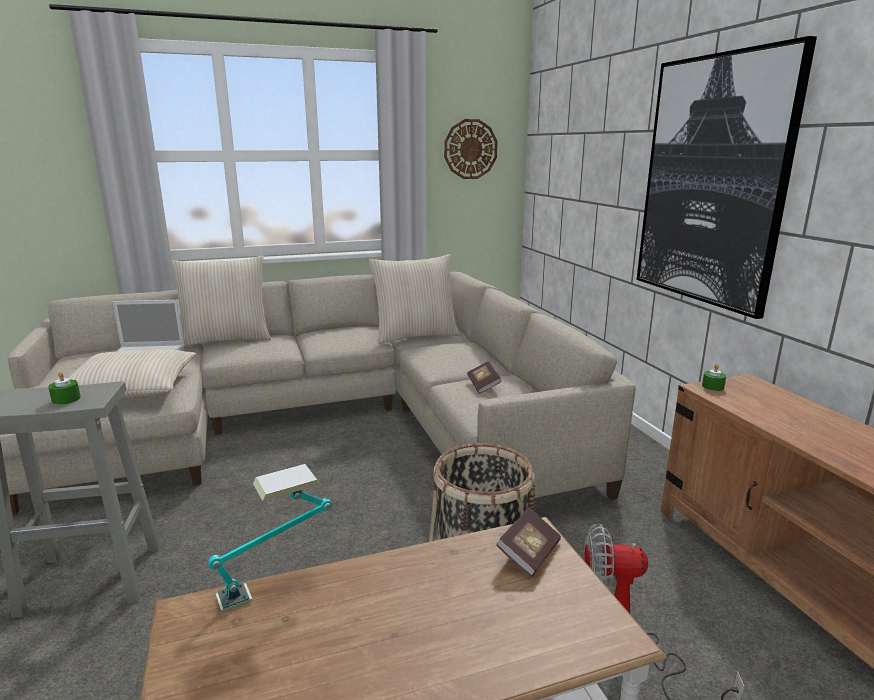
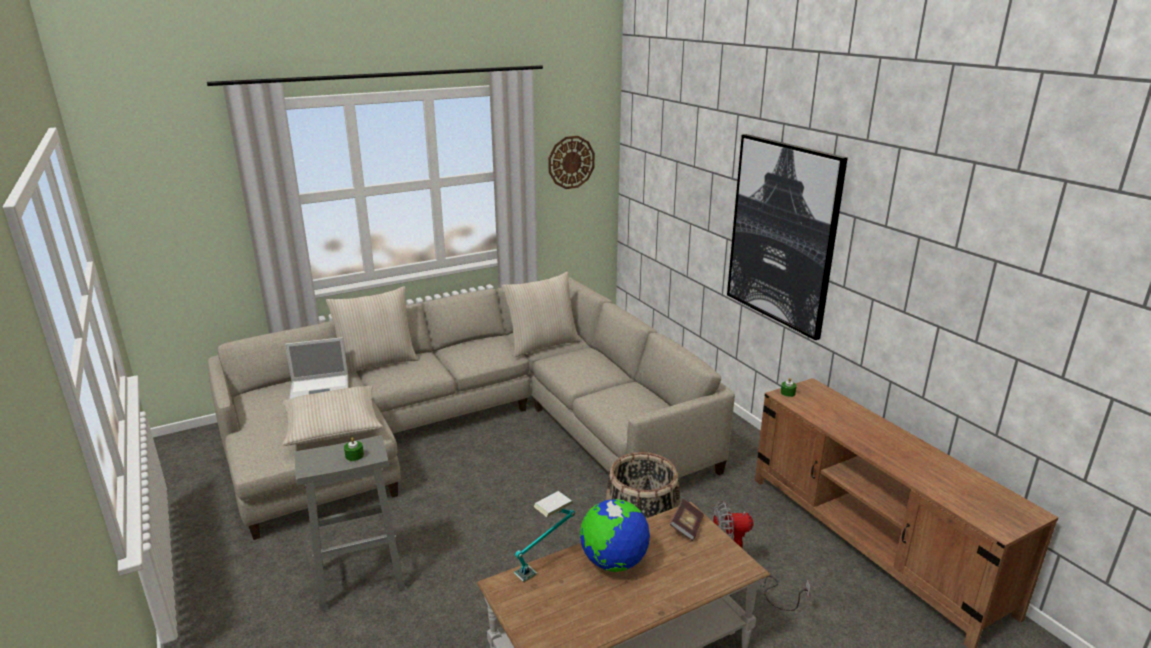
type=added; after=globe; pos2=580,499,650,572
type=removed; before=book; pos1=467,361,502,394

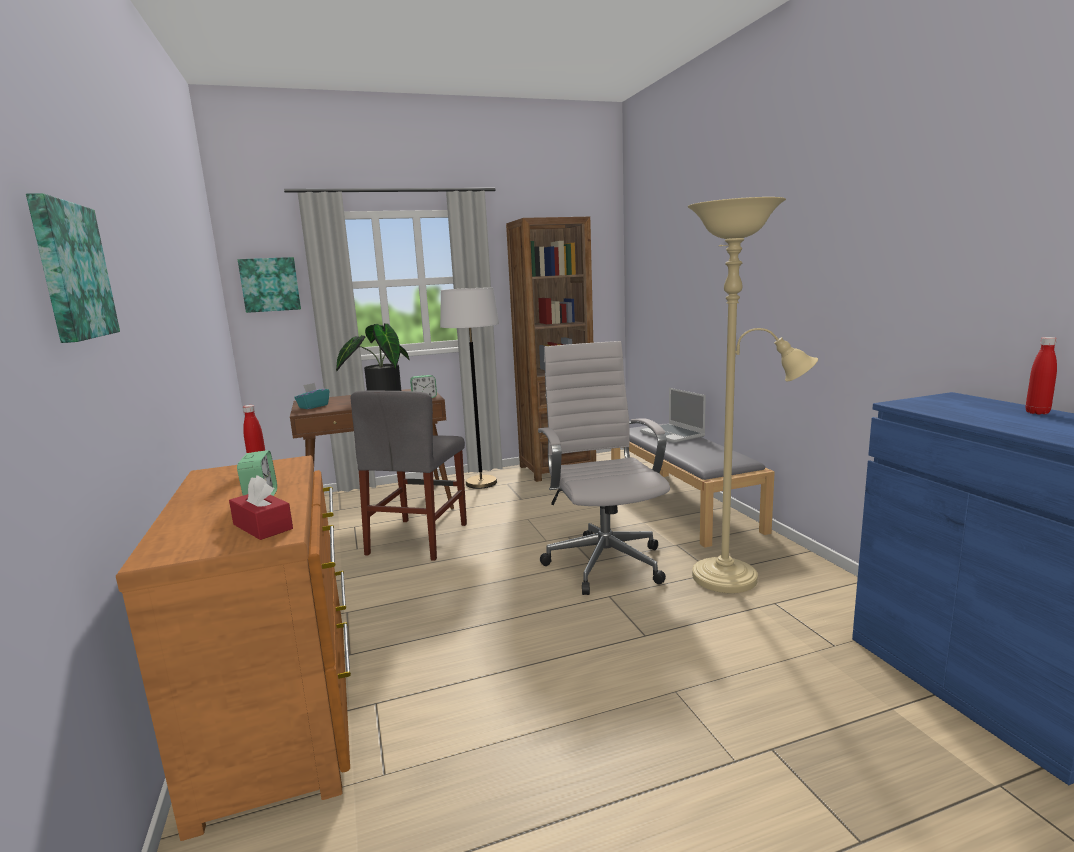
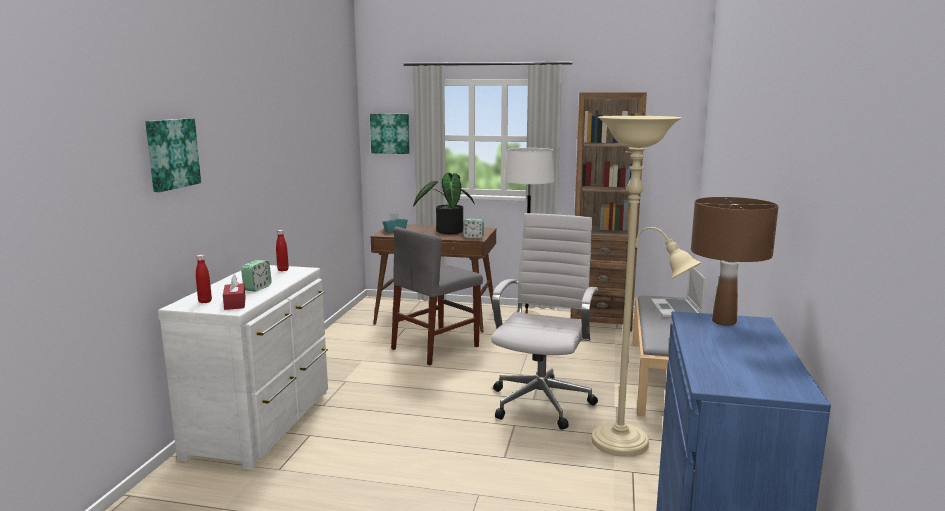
type=recoloured; before=brown dresser; after=white dresser; pos1=116,455,351,841; pos2=158,265,328,470
type=moved; before=red bottle; pos1=1026,337,1057,414; pos2=196,255,212,303
type=added; after=brown table lamp; pos2=691,197,779,325

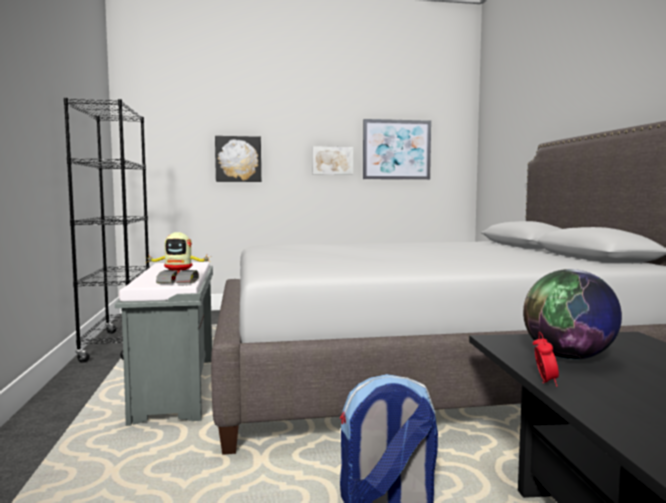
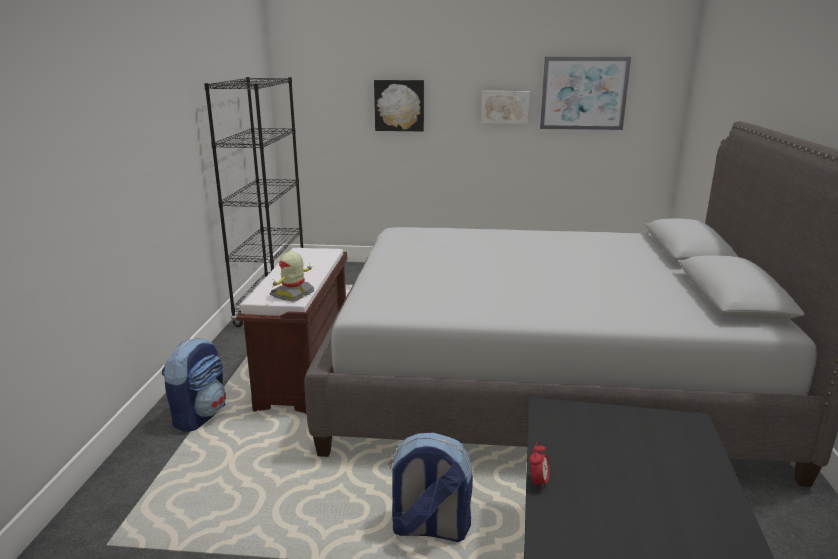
type=added; after=backpack; pos2=162,338,226,432
type=recoloured; before=grey bench; after=brown bench; pos1=115,262,213,426; pos2=236,248,347,414
type=turned; before=toy robot; pos1=146,232,210,283; pos2=270,251,315,302; turn=105
type=removed; before=globe; pos1=523,269,622,360

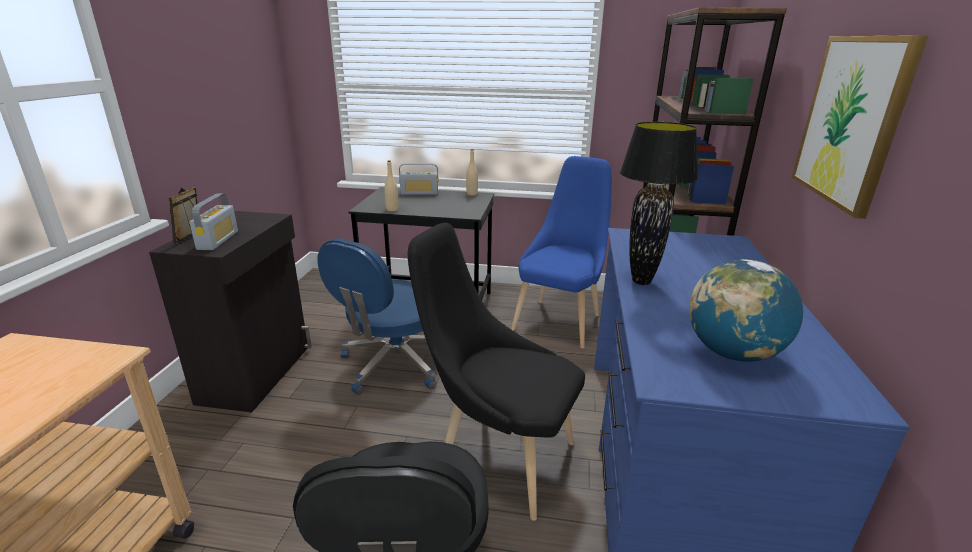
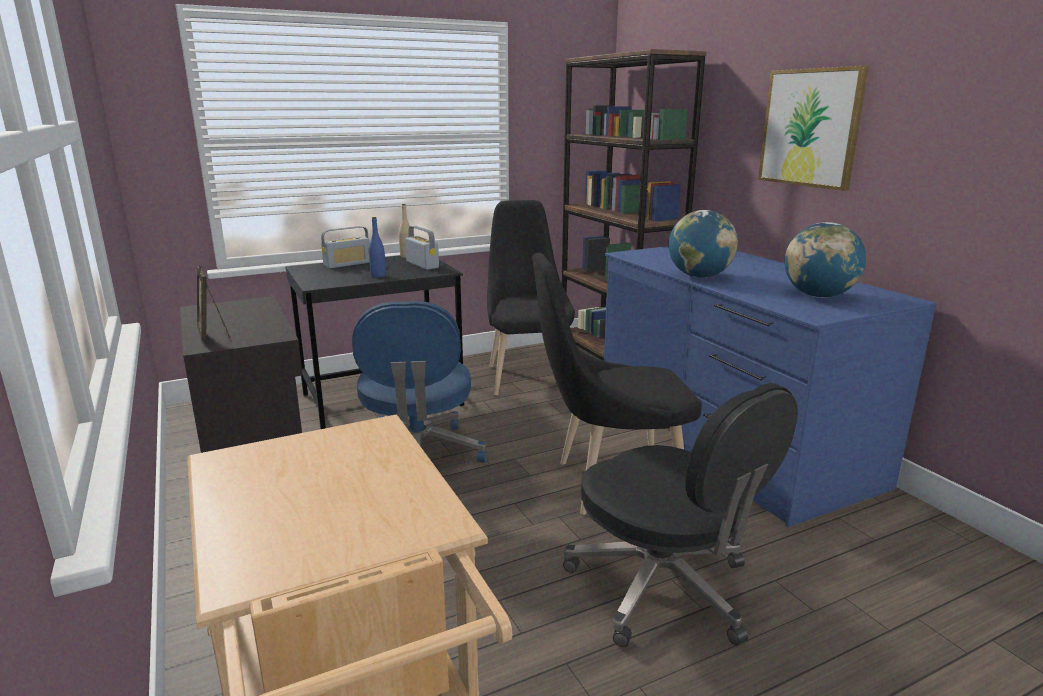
type=added; after=blue bottle; pos2=369,217,386,277
type=moved; before=radio; pos1=189,193,238,250; pos2=405,226,439,270
type=recoloured; before=blue chair; after=black chair; pos1=511,156,612,349; pos2=487,200,575,396
type=replaced; before=black table lamp; after=globe; pos1=620,122,698,285; pos2=669,210,738,278
type=removed; before=beige bottle; pos1=384,160,399,211

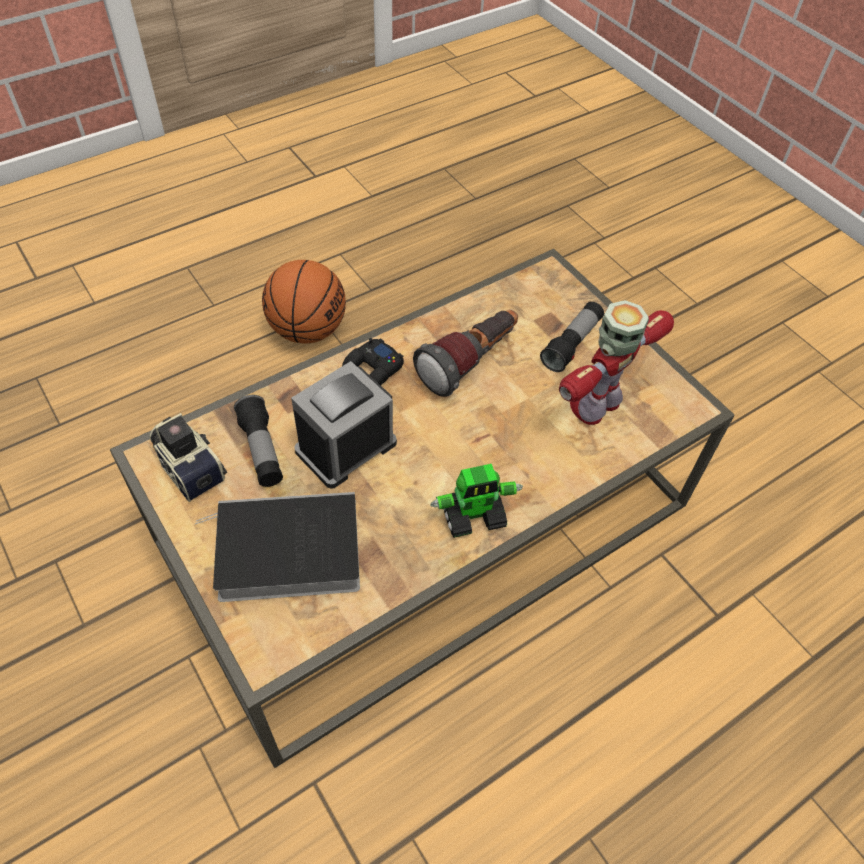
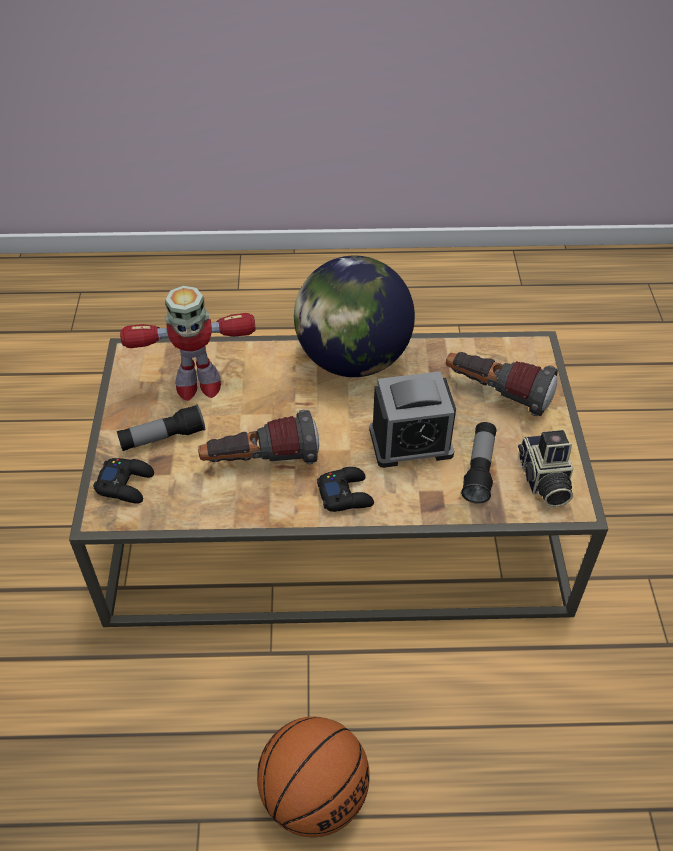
type=added; after=black game controller; pos2=93,458,154,504
type=replaced; before=toy robot; after=globe; pos1=430,464,523,538; pos2=294,256,415,377
type=replaced; before=book; after=flashlight; pos1=195,492,360,602; pos2=446,352,558,416

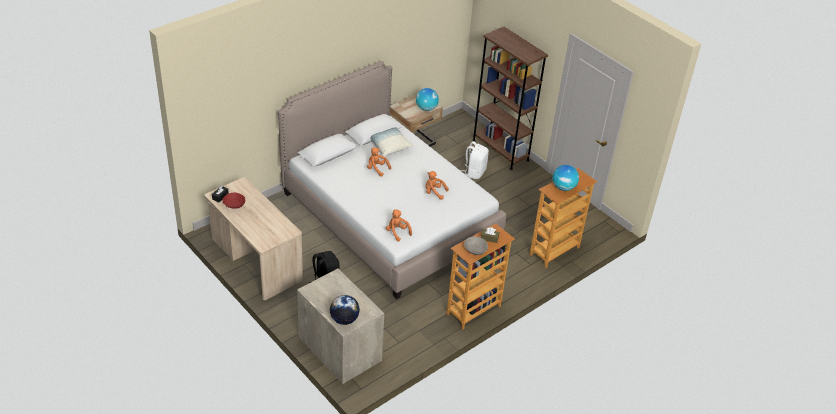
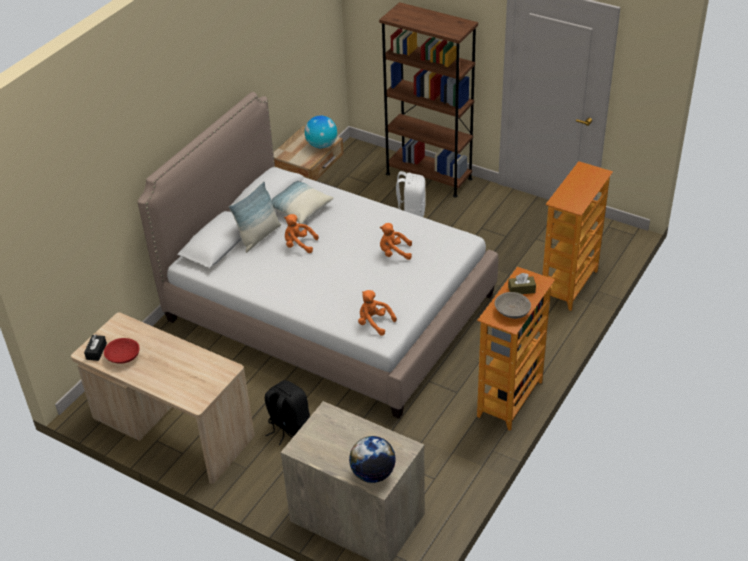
type=added; after=pillow; pos2=228,181,281,253
type=removed; before=globe; pos1=552,165,579,191

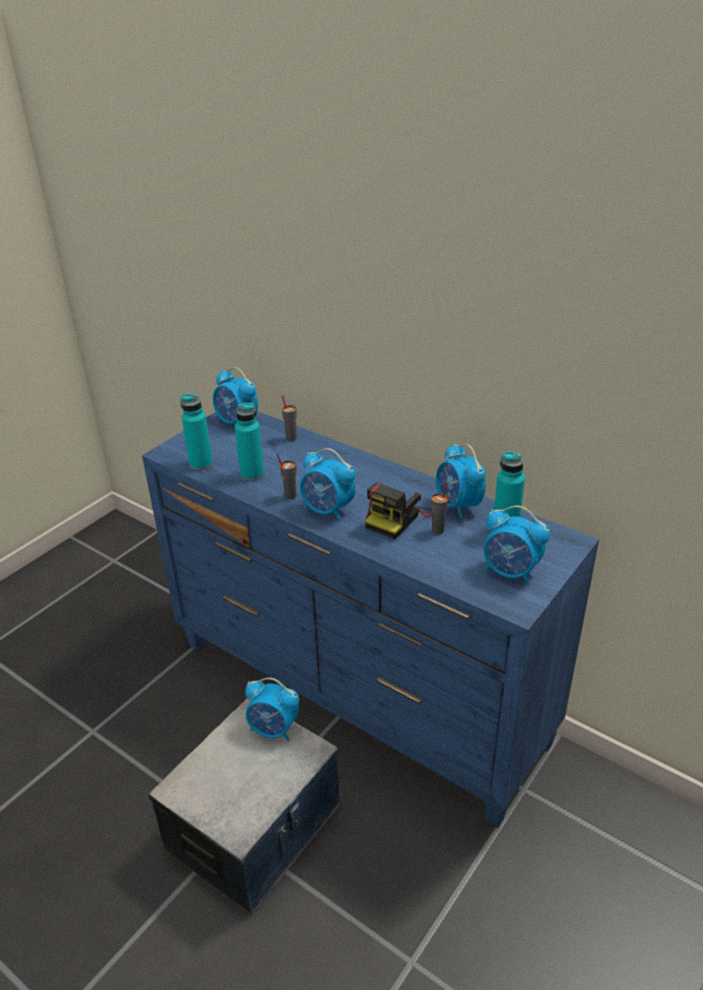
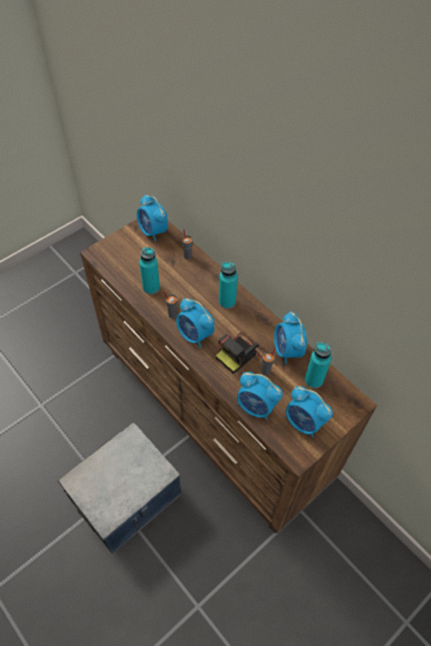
type=recoloured; before=blue dresser; after=brown dresser; pos1=142,411,599,828; pos2=80,219,377,533
type=moved; before=turquoise bottle; pos1=180,393,213,470; pos2=219,262,238,309
type=moved; before=alarm clock; pos1=245,677,299,741; pos2=237,372,283,420

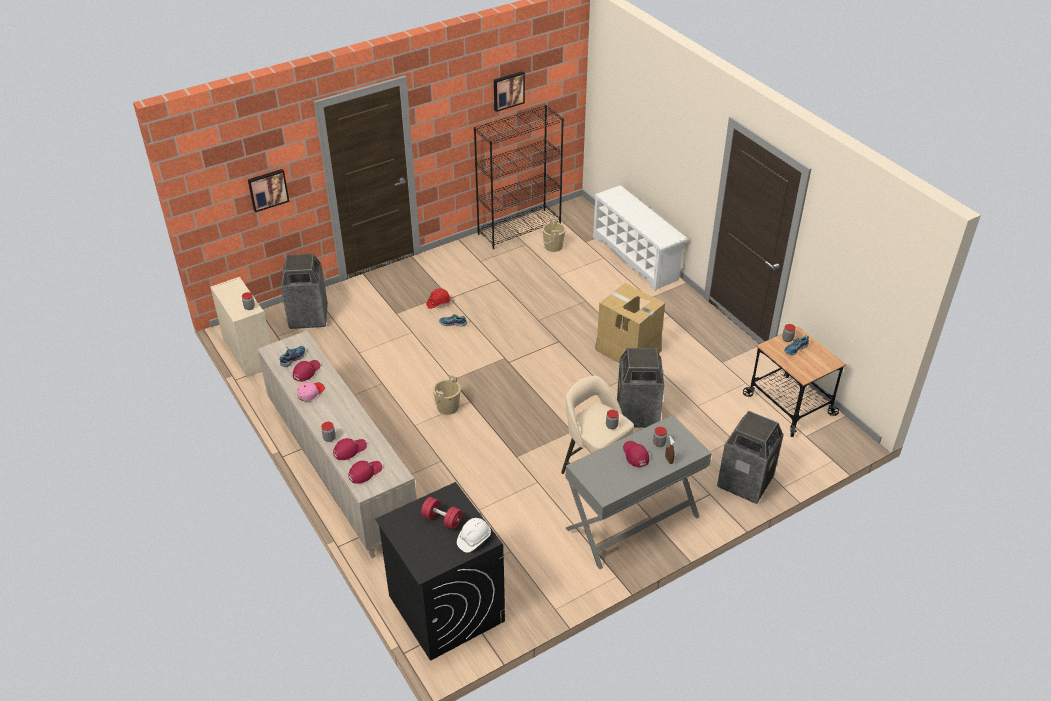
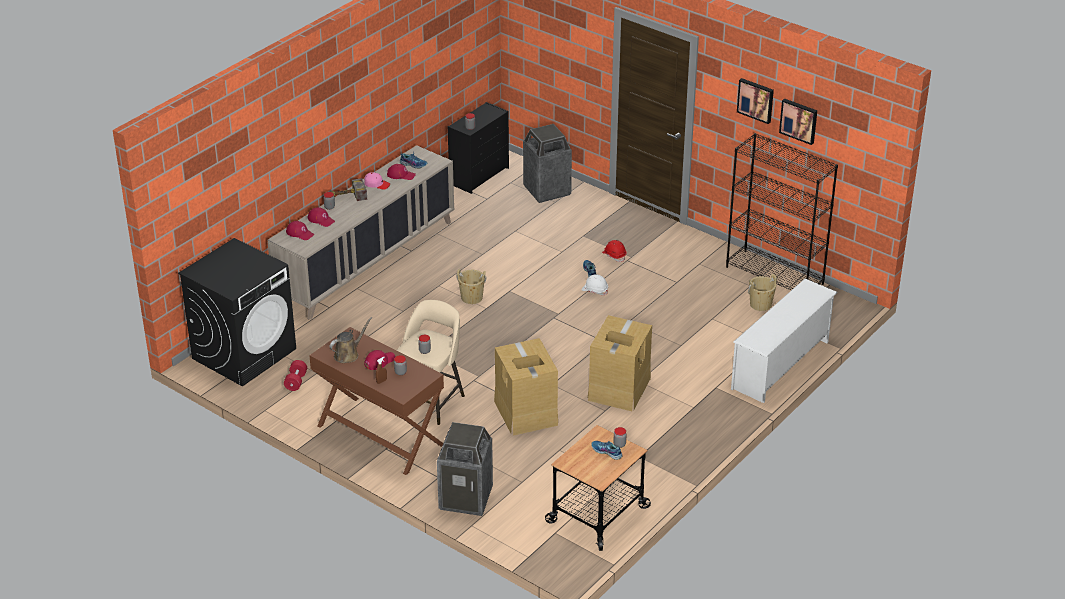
type=moved; before=red dumbbell; pos1=421,497,462,530; pos2=284,360,307,391
type=recoloured; before=grey desk; after=brown desk; pos1=565,415,712,569; pos2=309,327,444,475
type=added; after=hammer; pos2=330,178,367,201
type=added; after=brown watering can; pos2=330,317,372,363
type=recoloured; before=beige dresser; after=black dresser; pos1=210,277,271,378; pos2=448,102,509,194
type=replaced; before=trash can; after=cardboard box; pos1=617,348,664,428; pos2=494,338,558,436
type=moved; before=white hard hat; pos1=457,518,491,553; pos2=582,274,608,296
type=moved; before=picture; pos1=248,169,289,212; pos2=737,78,774,124

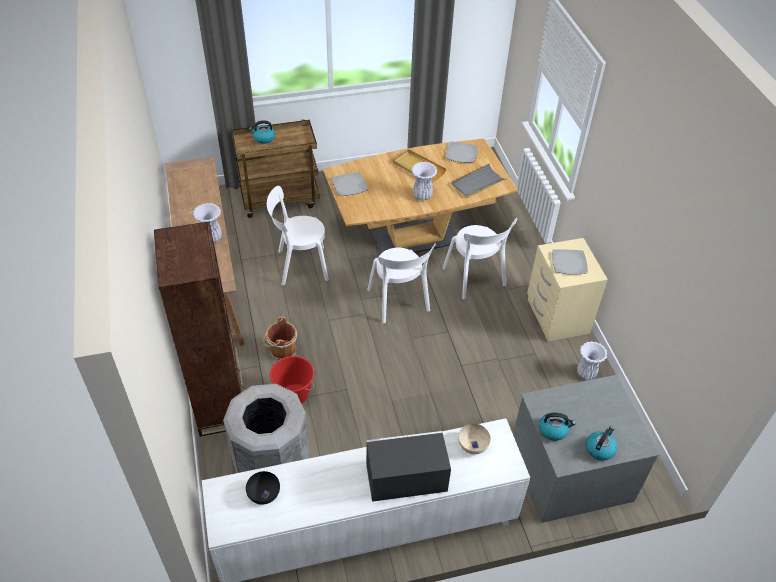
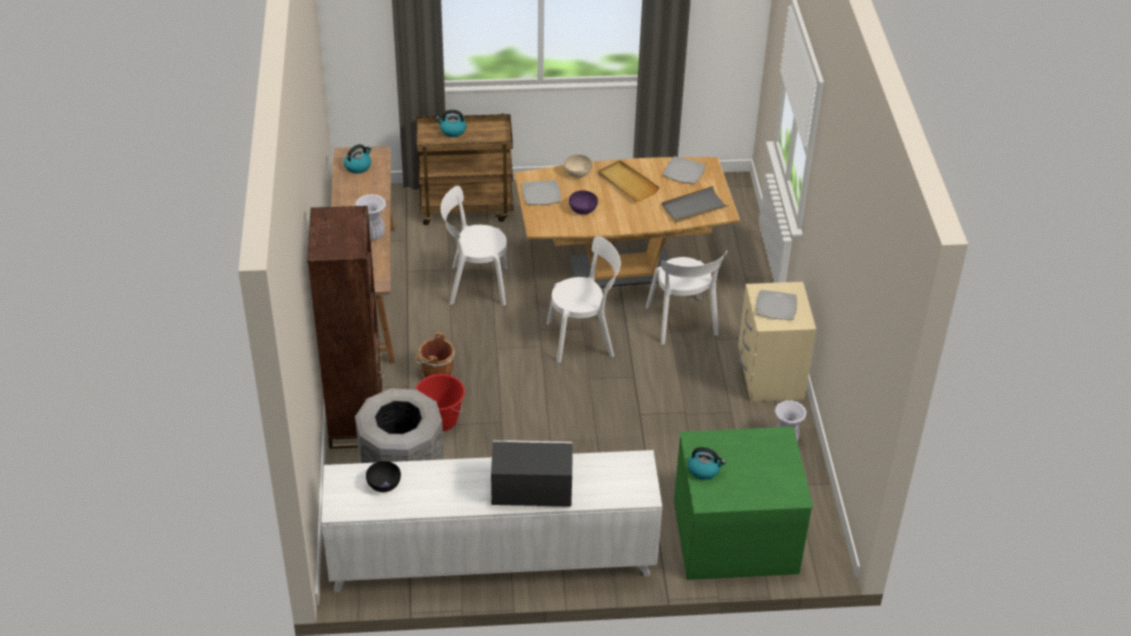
type=moved; before=kettle; pos1=586,426,617,460; pos2=344,144,372,174
type=turned; before=white chair; pos1=367,243,436,323; pos2=547,236,621,363; turn=-90
type=moved; before=beige bowl; pos1=458,424,491,454; pos2=564,155,592,178
type=added; after=purple bowl; pos2=569,191,598,215
type=recoloured; before=grey dresser; after=green dresser; pos1=513,375,660,523; pos2=674,427,813,580
type=removed; before=white vase; pos1=411,162,437,201

